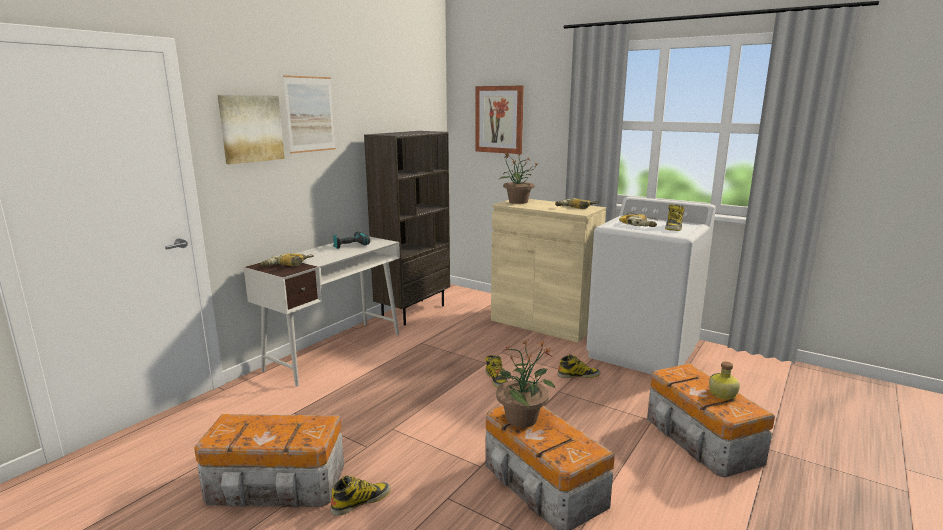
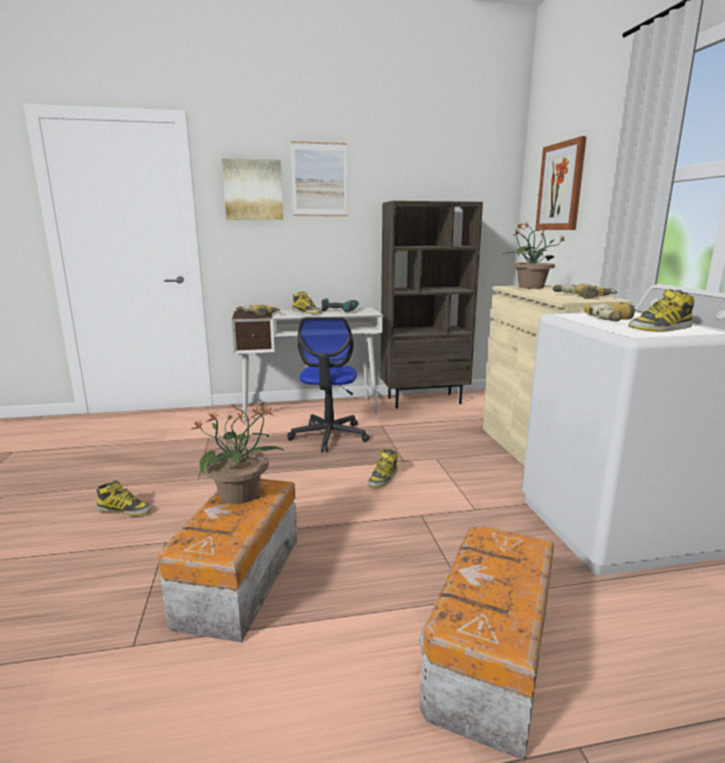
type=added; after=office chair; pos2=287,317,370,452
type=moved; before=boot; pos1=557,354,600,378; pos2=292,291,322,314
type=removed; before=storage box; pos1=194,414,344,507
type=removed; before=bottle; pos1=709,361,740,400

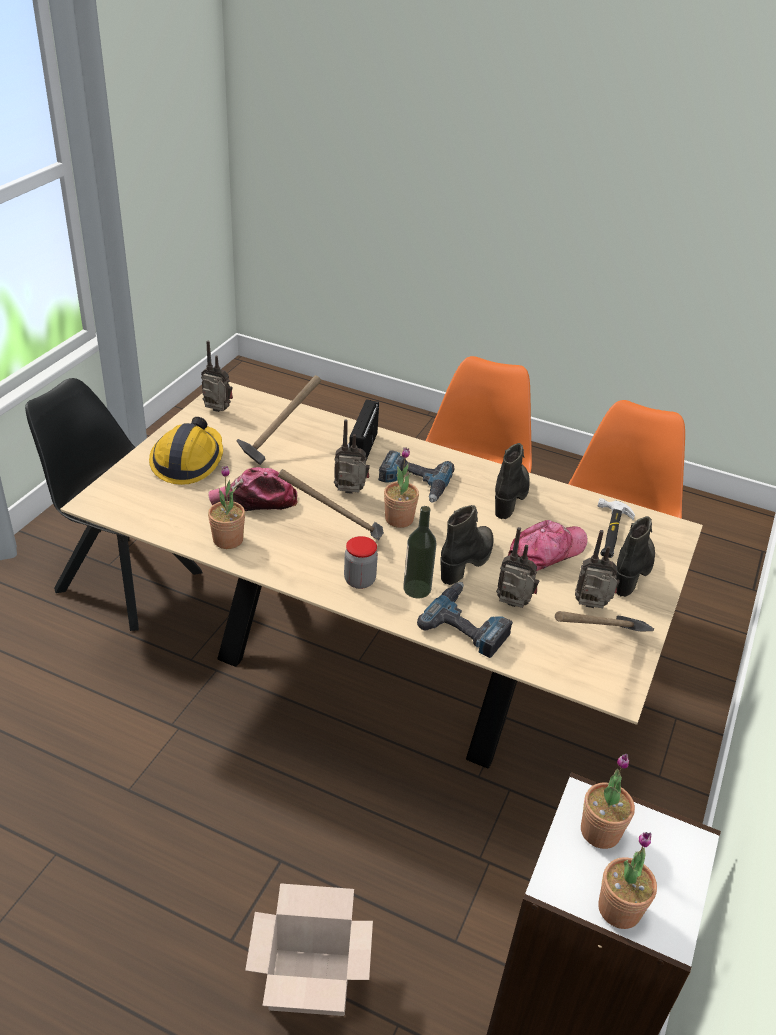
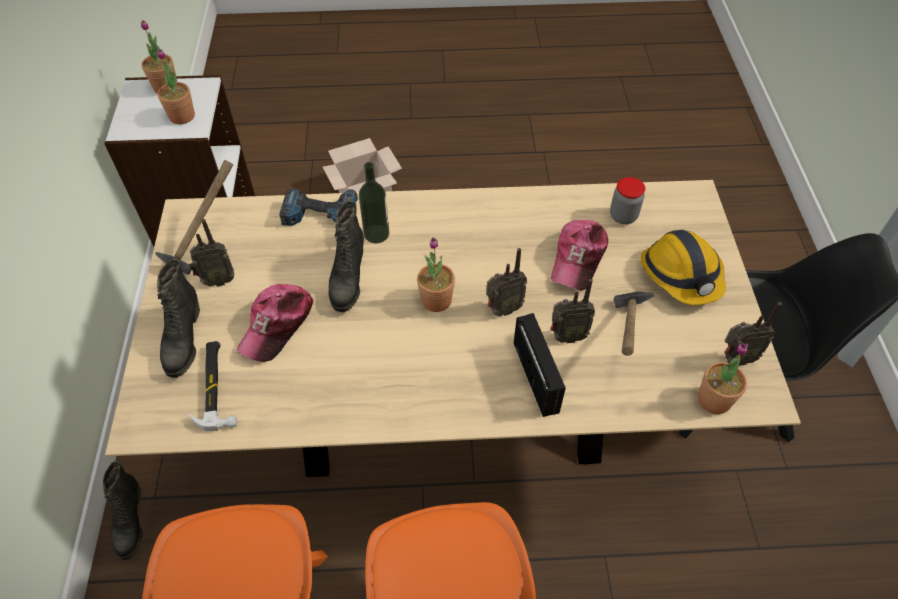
type=moved; before=black boot; pos1=495,443,530,519; pos2=103,461,143,560
type=turned; before=cap; pos1=208,467,298,511; pos2=551,220,608,290; turn=150
type=moved; before=radio; pos1=496,527,540,608; pos2=551,279,595,343
type=moved; before=jar; pos1=344,536,378,589; pos2=610,177,645,224
type=moved; before=potted plant; pos1=208,466,245,549; pos2=698,343,748,414
type=removed; before=hammer; pos1=278,469,384,540
type=removed; before=power drill; pos1=378,451,454,503

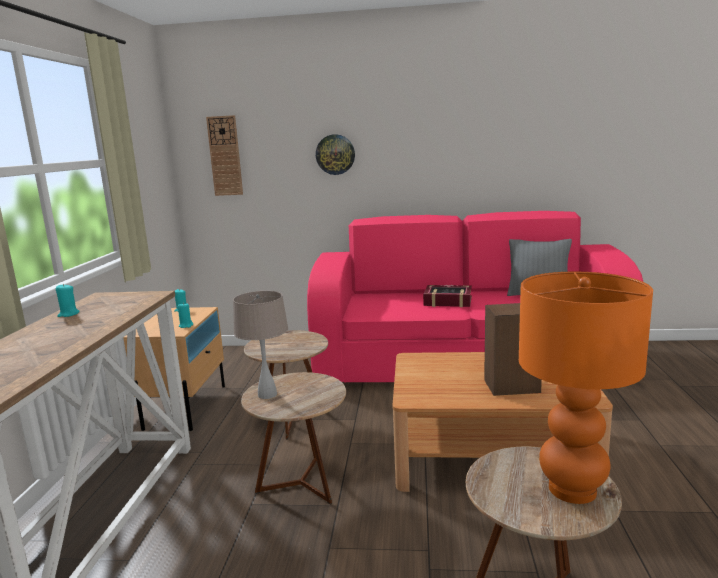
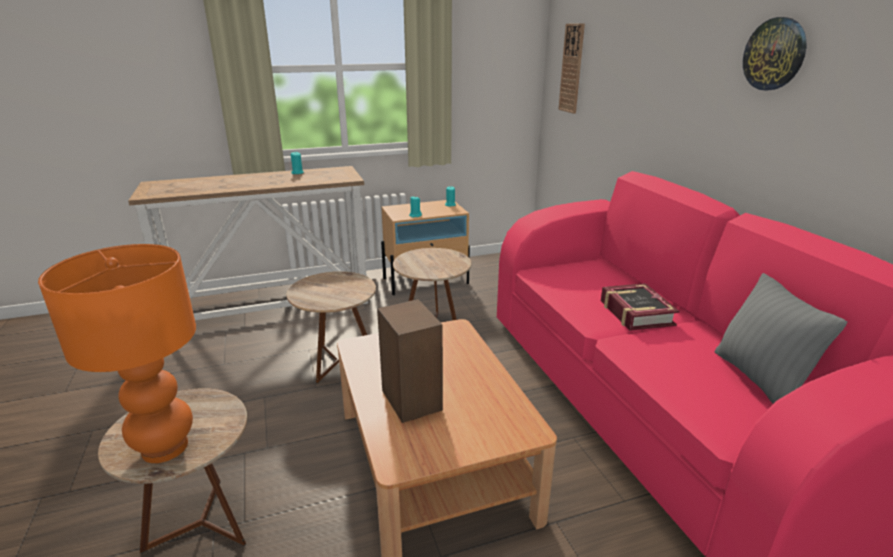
type=moved; before=wall clock; pos1=316,134,355,175; pos2=743,17,806,90
type=removed; before=beige table lamp; pos1=233,291,288,399

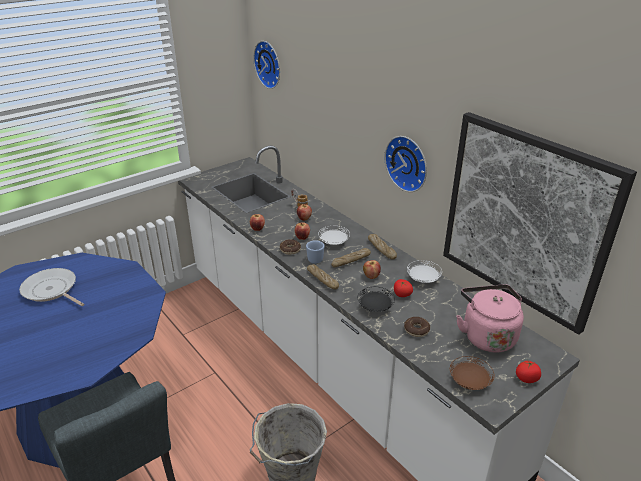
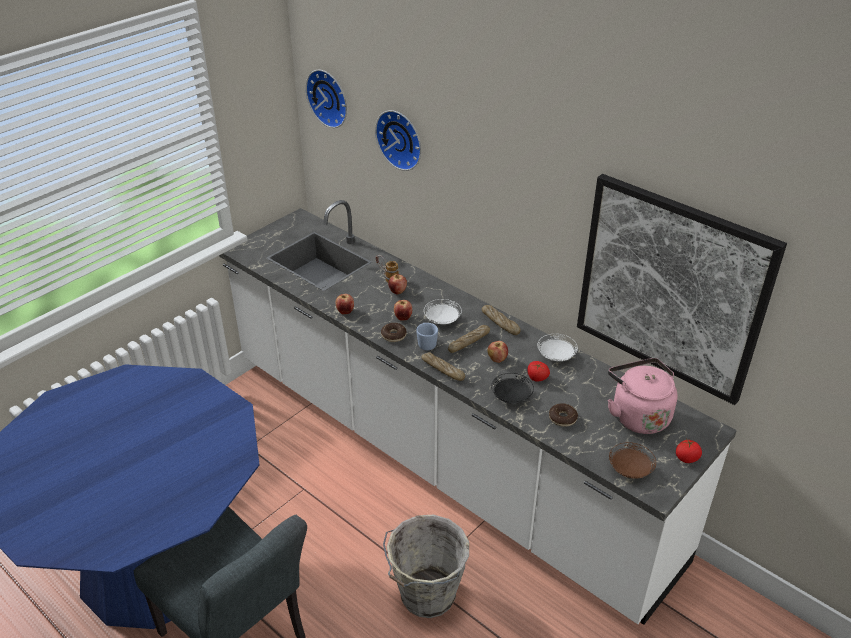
type=moved; before=wall clock; pos1=384,136,427,192; pos2=375,110,421,171
type=removed; before=frying pan; pos1=19,268,84,306

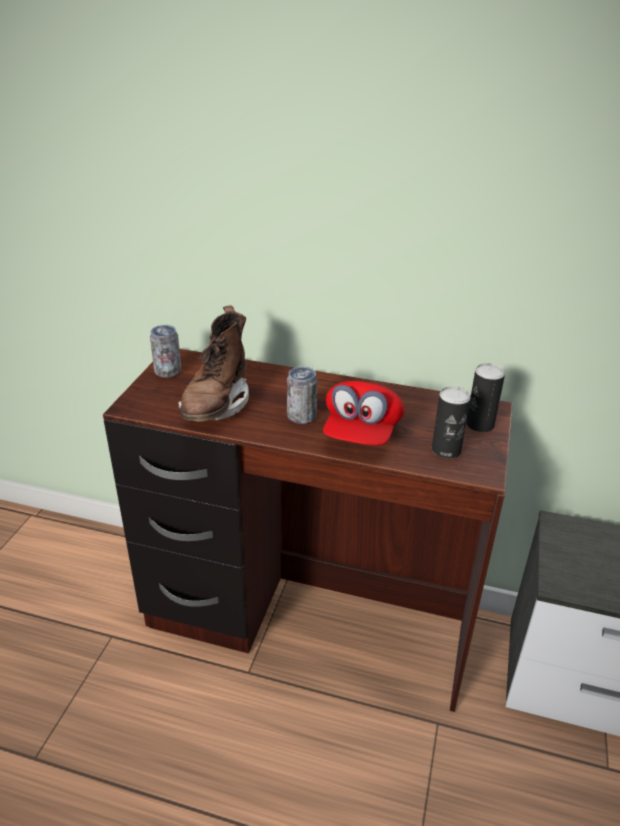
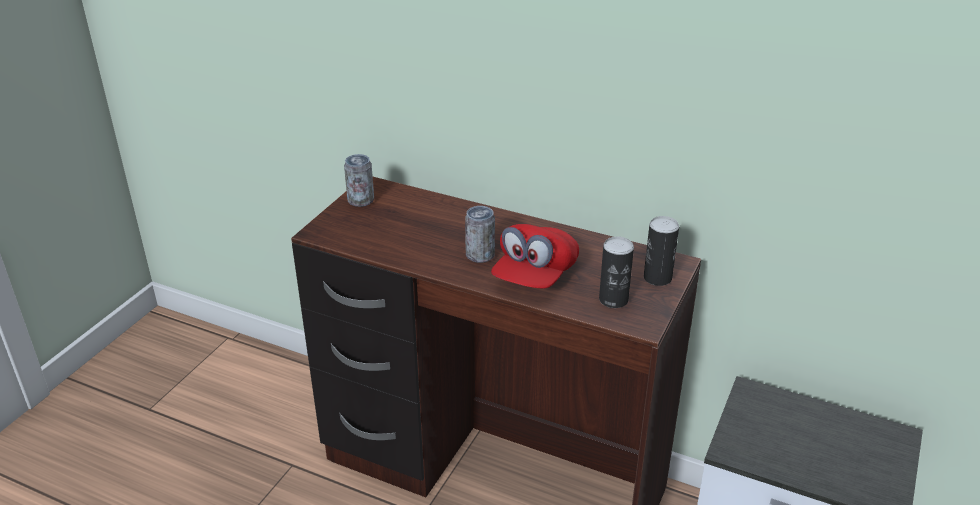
type=removed; before=brown boot; pos1=178,305,249,422

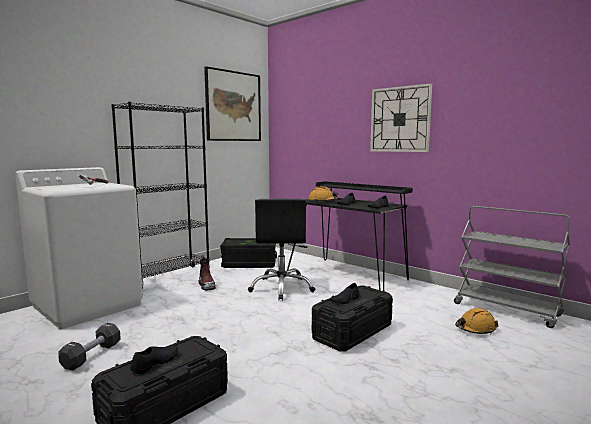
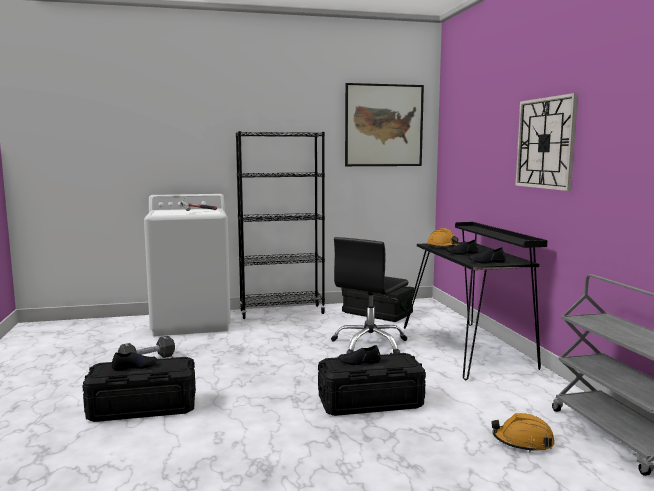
type=removed; before=boot; pos1=198,255,216,291

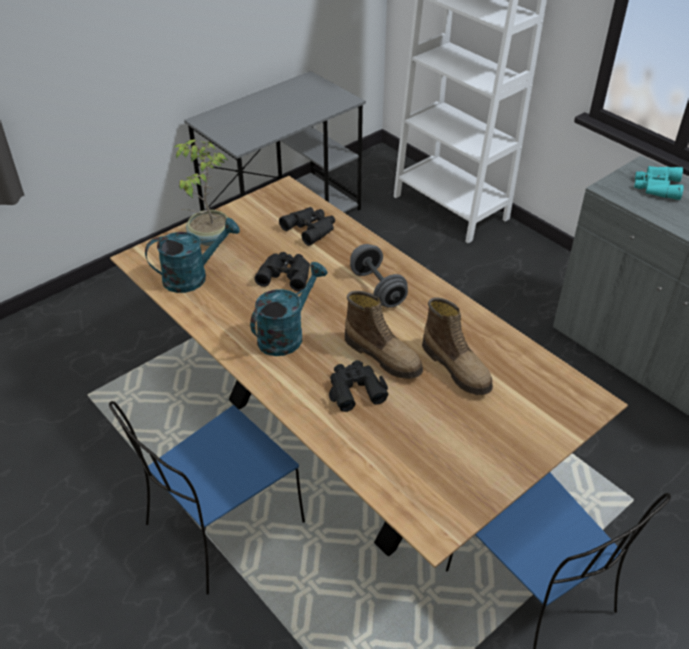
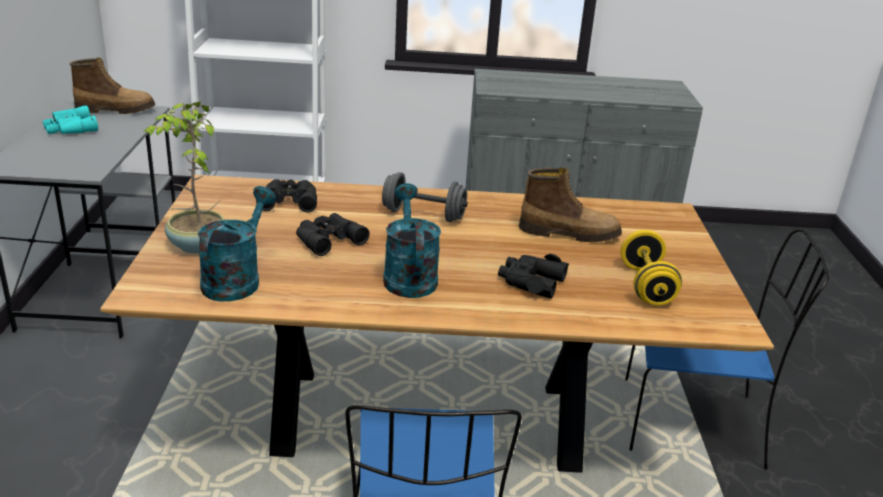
type=moved; before=turquoise binoculars; pos1=634,166,684,200; pos2=43,105,98,134
type=moved; before=boot; pos1=345,291,423,379; pos2=70,58,155,114
type=added; after=yellow dumbbell; pos2=621,230,682,305

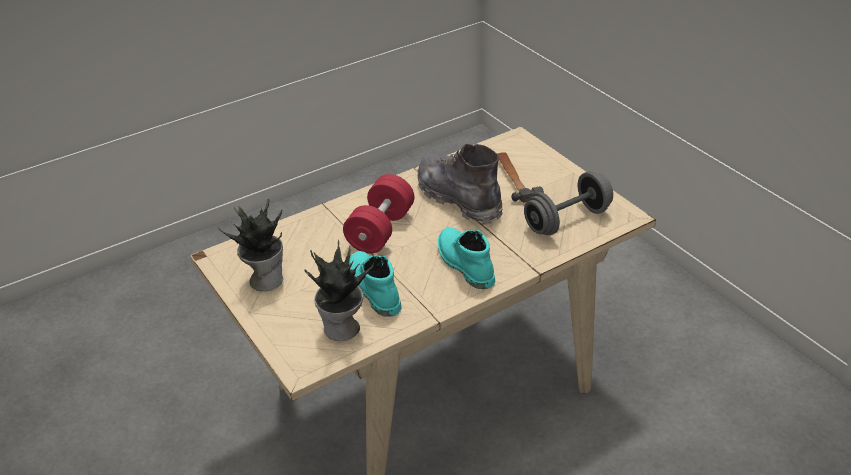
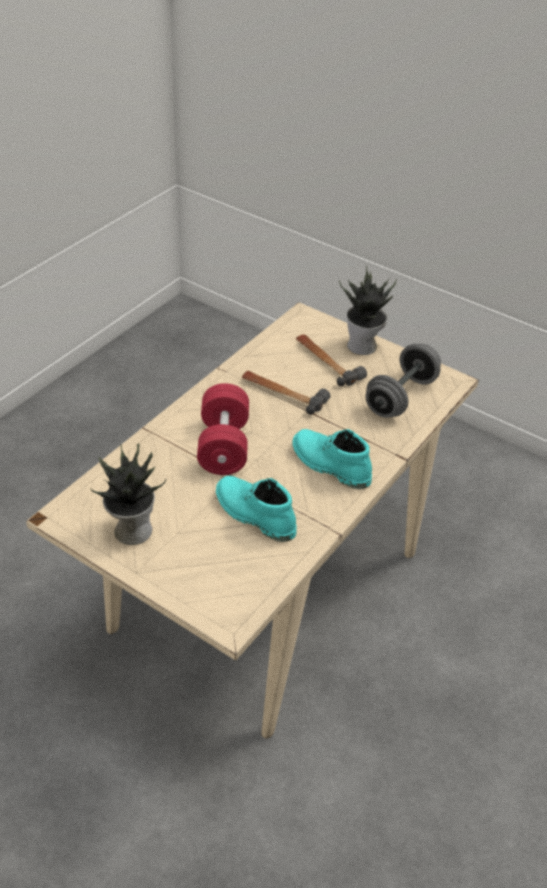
type=replaced; before=grey boot; after=hammer; pos1=417,144,503,225; pos2=242,371,330,415
type=moved; before=potted plant; pos1=305,240,374,341; pos2=339,266,397,355

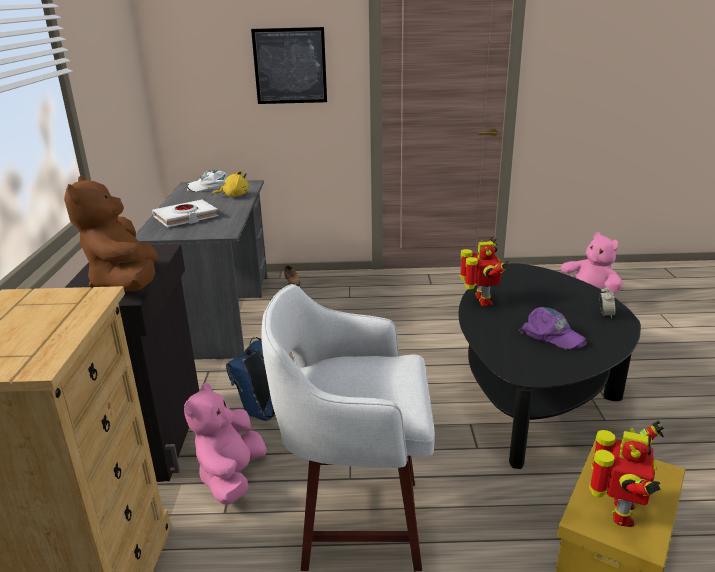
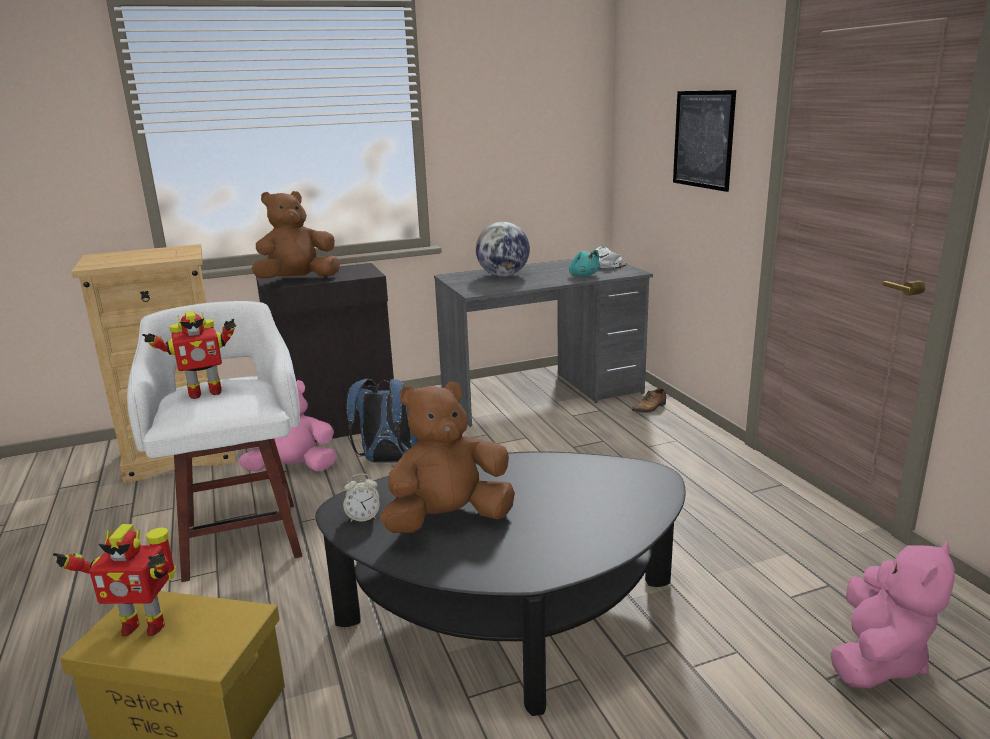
type=moved; before=toy robot; pos1=460,237,509,306; pos2=142,311,236,399
type=moved; before=alarm clock; pos1=599,286,616,319; pos2=343,474,380,522
type=replaced; before=purple cap; after=brown plush toy; pos1=519,307,587,350; pos2=380,381,515,533
type=replaced; before=white book; after=globe; pos1=152,200,219,227; pos2=476,222,530,277
type=recoloured; before=yellow plush toy; after=turquoise plush toy; pos1=212,171,249,197; pos2=569,250,600,276

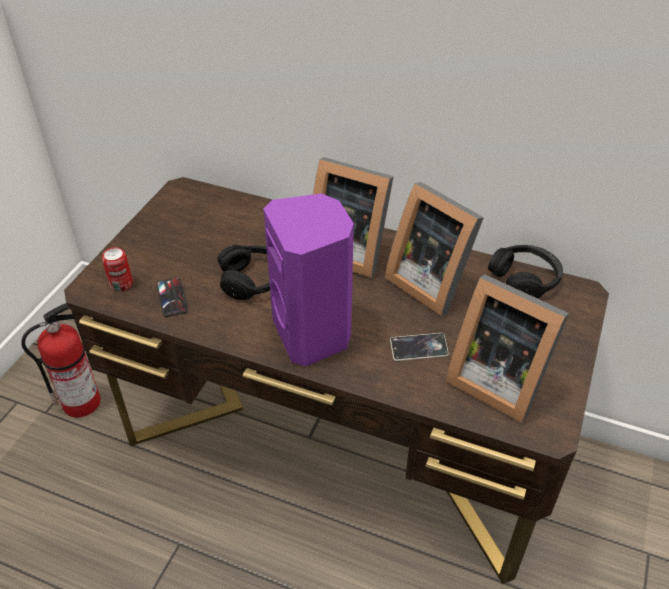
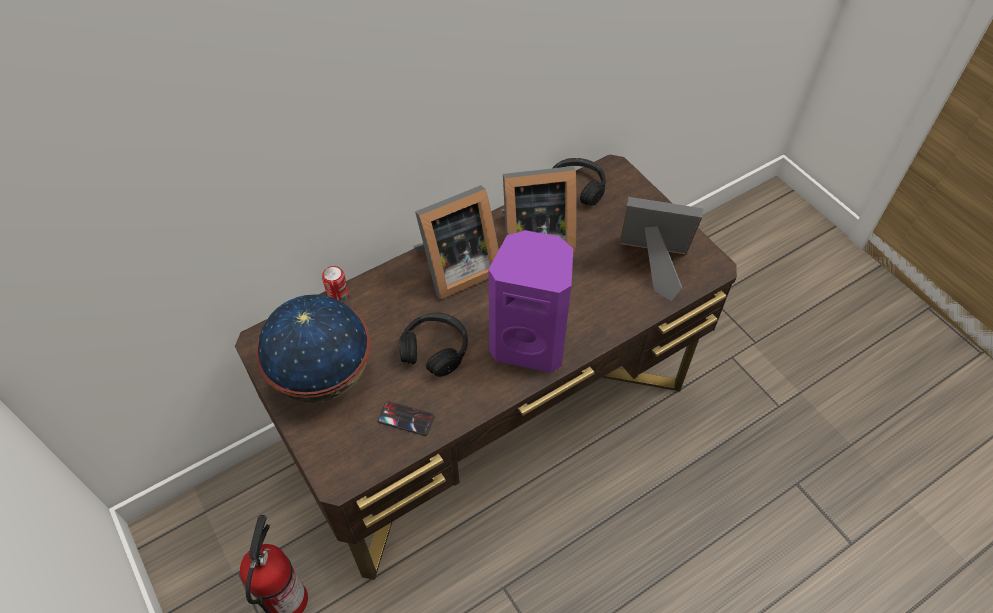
type=added; after=globe; pos2=256,294,370,403
type=moved; before=can; pos1=102,247,133,291; pos2=322,266,349,303
type=turned; before=picture frame; pos1=446,274,569,423; pos2=619,197,704,301; turn=-150
type=removed; before=phone; pos1=390,333,449,361

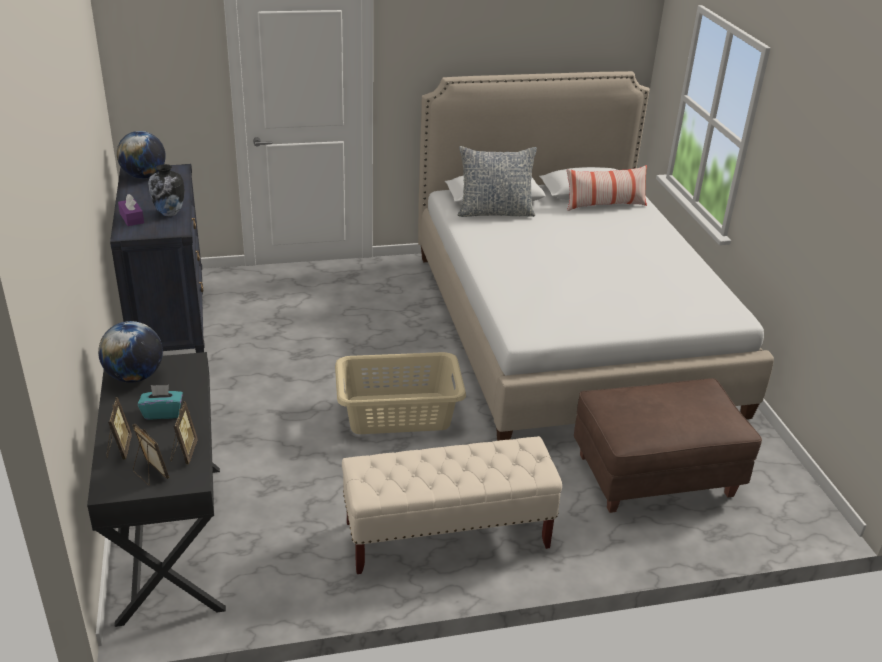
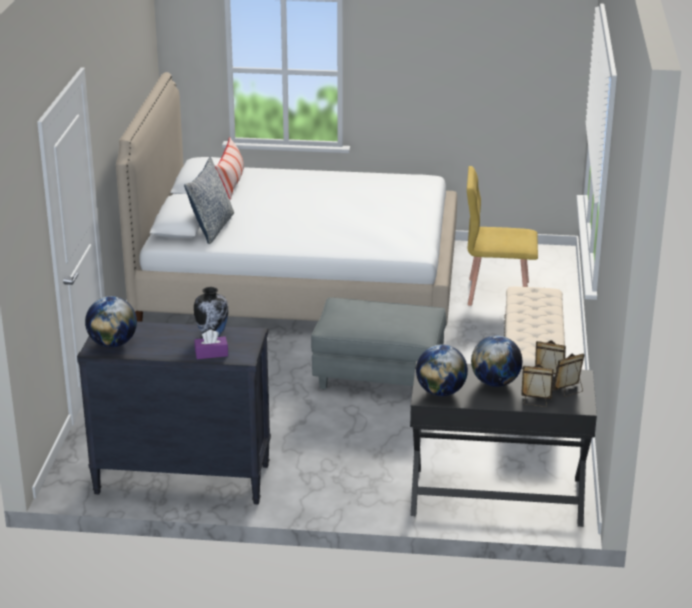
type=replaced; before=beige laundry basket; after=grey ottoman; pos1=335,352,466,434; pos2=311,297,446,389
type=replaced; before=brown ottoman; after=yellow chair; pos1=574,378,762,513; pos2=467,166,538,306
type=replaced; before=turquoise tissue box; after=globe; pos1=138,385,183,419; pos2=471,335,522,387

